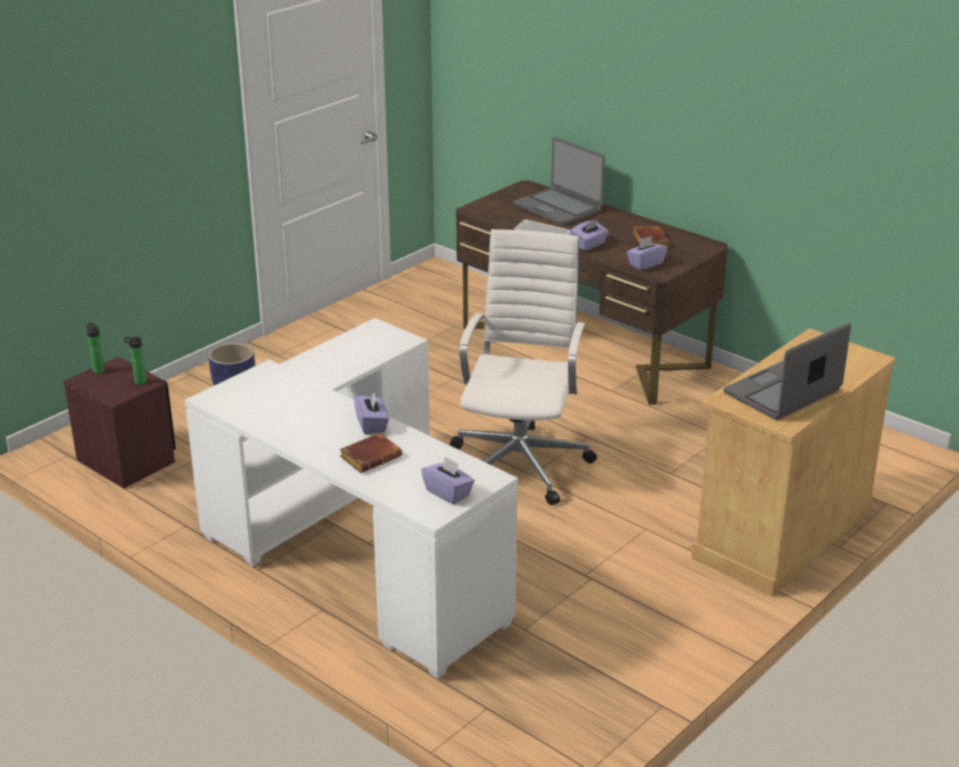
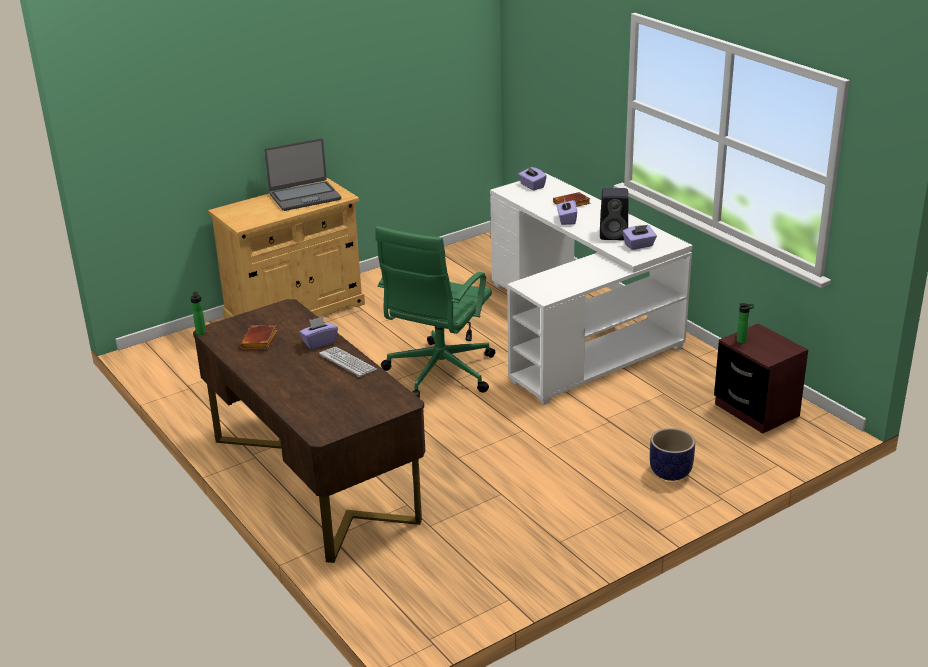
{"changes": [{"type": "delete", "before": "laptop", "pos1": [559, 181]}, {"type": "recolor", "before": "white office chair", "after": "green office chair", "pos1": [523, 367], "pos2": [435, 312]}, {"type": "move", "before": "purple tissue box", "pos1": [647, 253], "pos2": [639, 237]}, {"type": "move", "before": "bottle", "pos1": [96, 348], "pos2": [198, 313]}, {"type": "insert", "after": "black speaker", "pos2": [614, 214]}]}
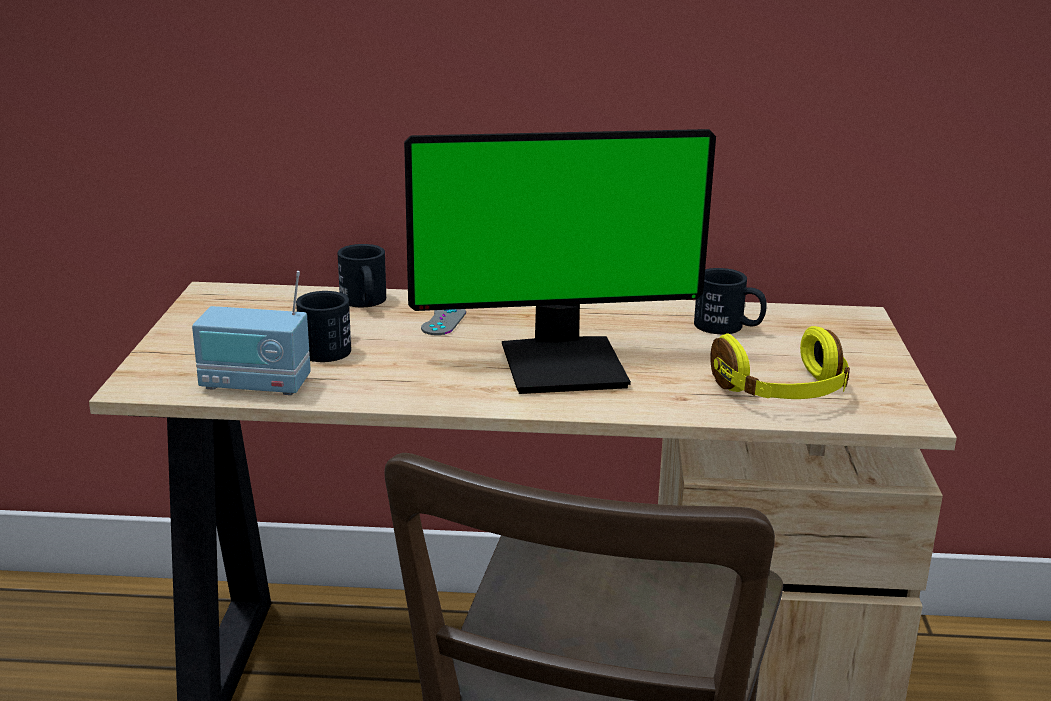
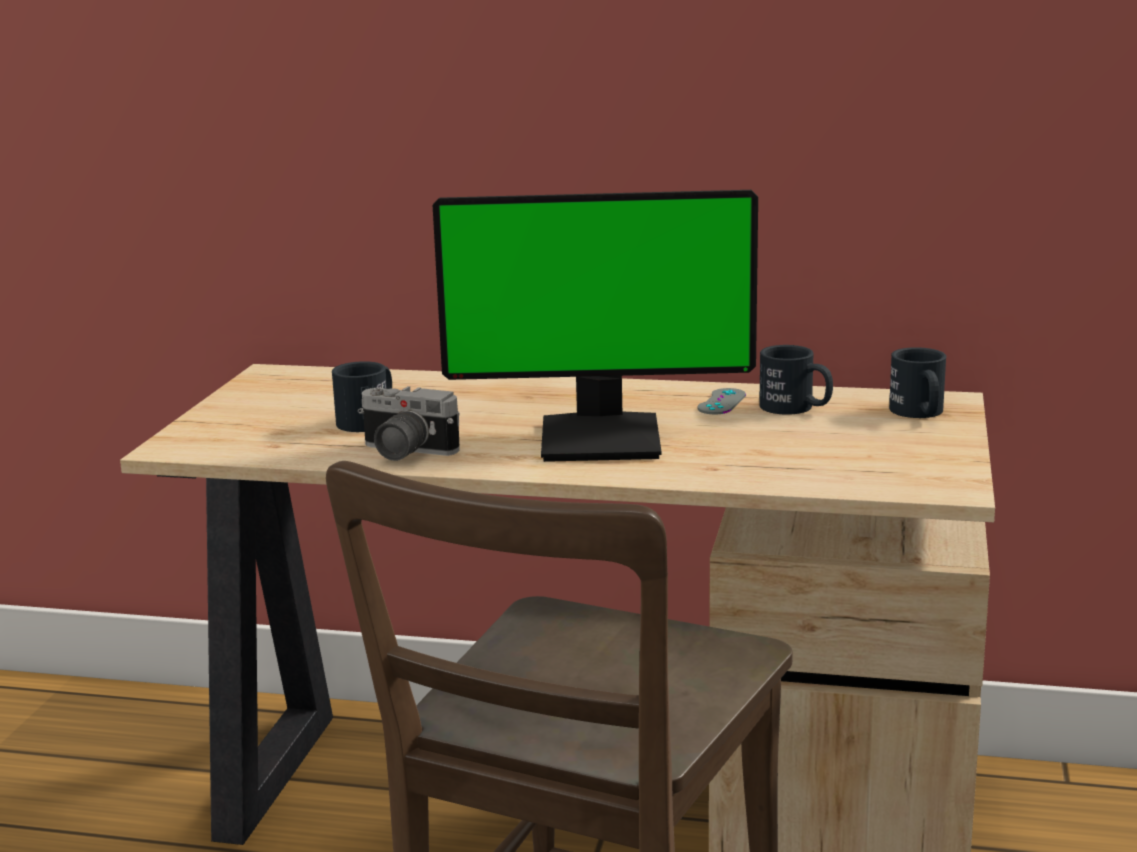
{"changes": [{"type": "move", "before": "black mug", "pos1": [361, 275], "pos2": [917, 382]}, {"type": "delete", "before": "radio", "pos1": [251, 333]}, {"type": "move", "before": "grey game controller", "pos1": [443, 322], "pos2": [721, 401]}, {"type": "delete", "before": "yellow headphones", "pos1": [780, 362]}, {"type": "insert", "after": "photo camera", "pos2": [409, 423]}]}
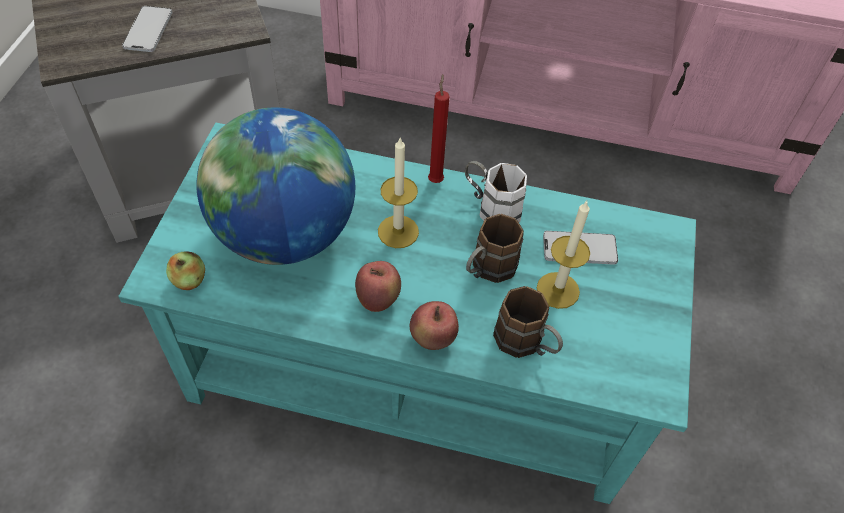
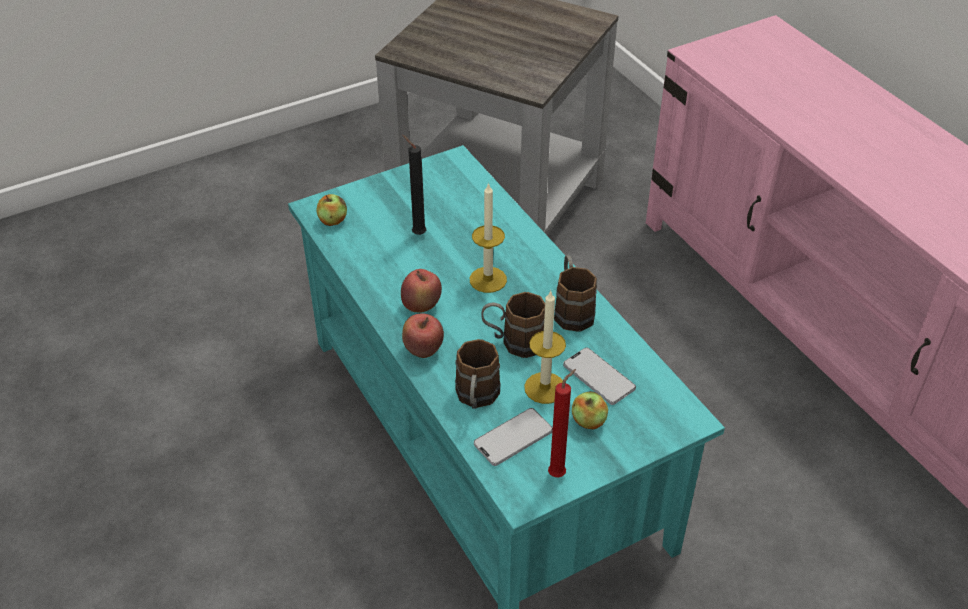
{"changes": [{"type": "move", "before": "phone", "pos1": [147, 29], "pos2": [513, 437]}, {"type": "move", "before": "red candle", "pos1": [439, 128], "pos2": [562, 423]}, {"type": "replace", "before": "globe", "after": "black candle", "pos1": [276, 186], "pos2": [414, 185]}, {"type": "recolor", "before": "white mug", "after": "brown mug", "pos1": [496, 192], "pos2": [575, 293]}, {"type": "insert", "after": "apple", "pos2": [590, 410]}]}
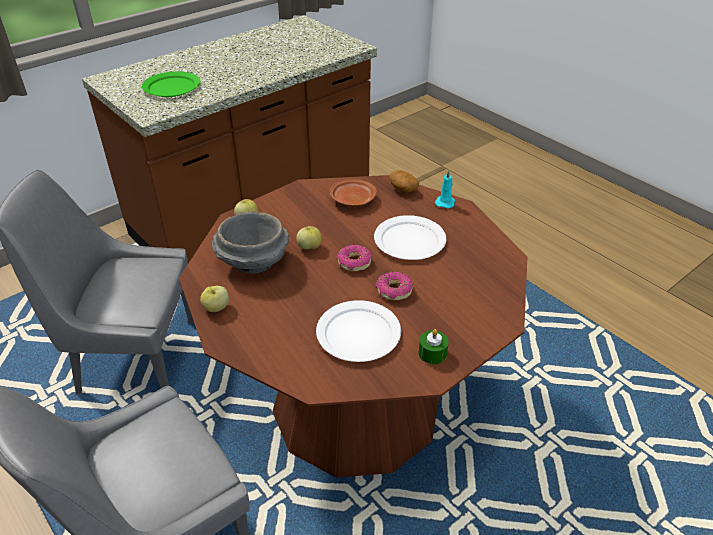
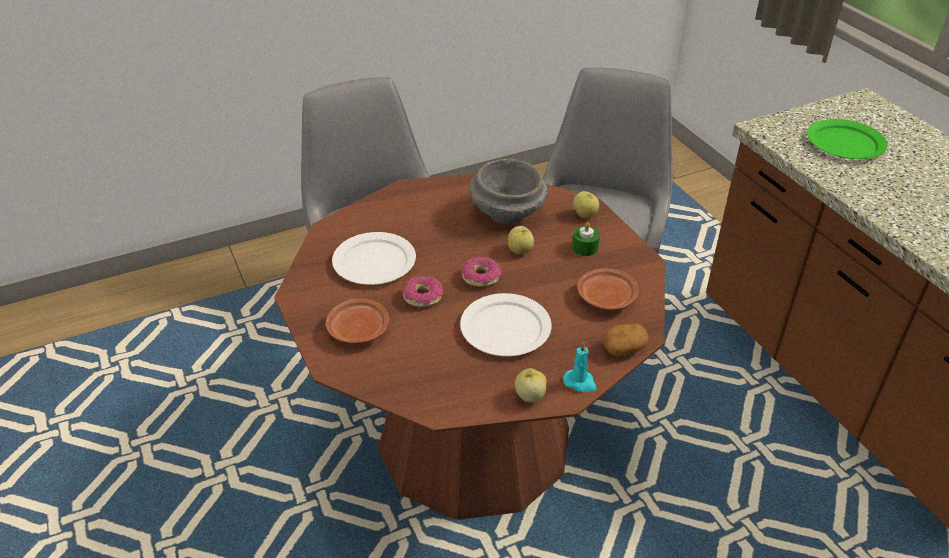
{"changes": [{"type": "move", "before": "apple", "pos1": [214, 299], "pos2": [531, 385]}, {"type": "move", "before": "green candle", "pos1": [434, 346], "pos2": [586, 239]}, {"type": "insert", "after": "brown plate", "pos2": [357, 320]}]}
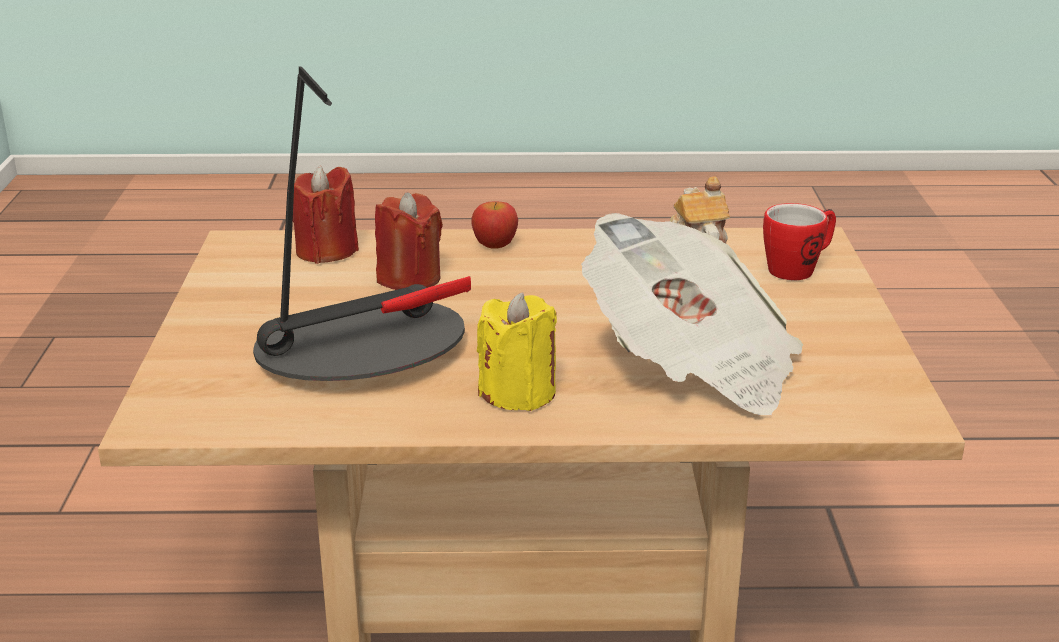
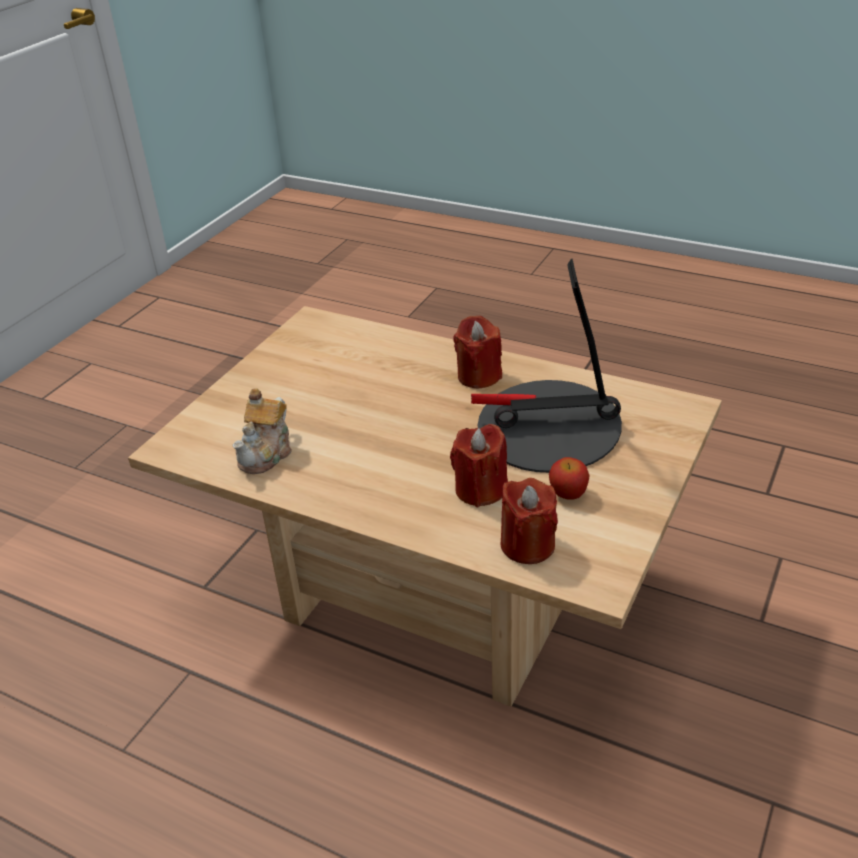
{"changes": [{"type": "move", "before": "apple", "pos1": [494, 225], "pos2": [569, 478]}, {"type": "delete", "before": "mug", "pos1": [799, 241]}, {"type": "delete", "before": "newspaper", "pos1": [692, 314]}, {"type": "recolor", "before": "yellow candle", "after": "red candle", "pos1": [517, 351], "pos2": [477, 352]}]}
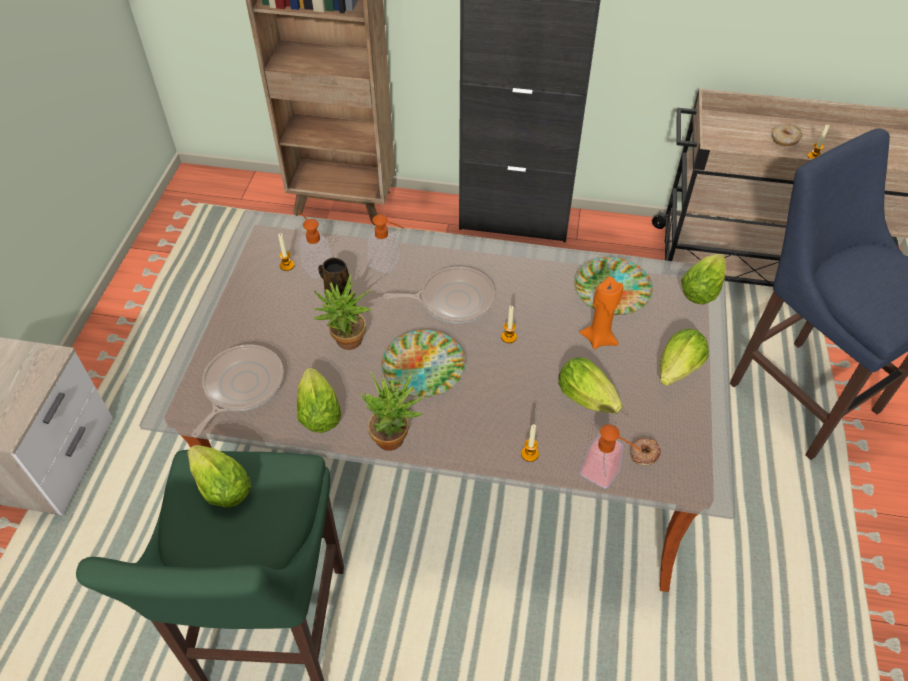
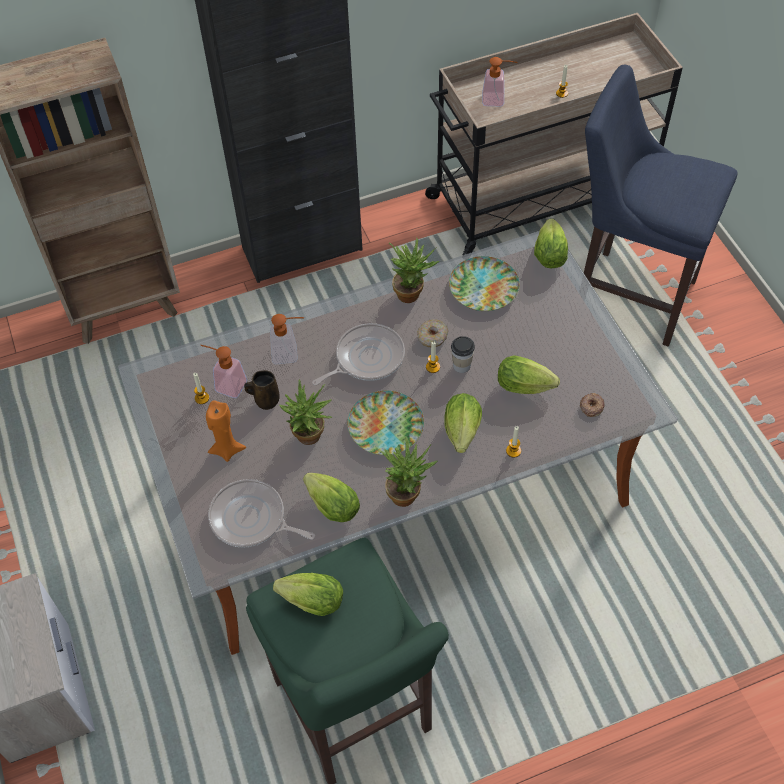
{"changes": [{"type": "move", "before": "donut", "pos1": [787, 135], "pos2": [432, 333]}, {"type": "move", "before": "orange candle", "pos1": [601, 313], "pos2": [226, 431]}, {"type": "move", "before": "lettuce", "pos1": [684, 357], "pos2": [463, 423]}, {"type": "rotate", "before": "frying pan", "pos1": [238, 390], "pos2": [261, 513], "turn": -60}, {"type": "move", "before": "soap dispenser", "pos1": [610, 457], "pos2": [499, 81]}, {"type": "insert", "after": "potted plant", "pos2": [414, 270]}, {"type": "insert", "after": "cup", "pos2": [463, 354]}]}
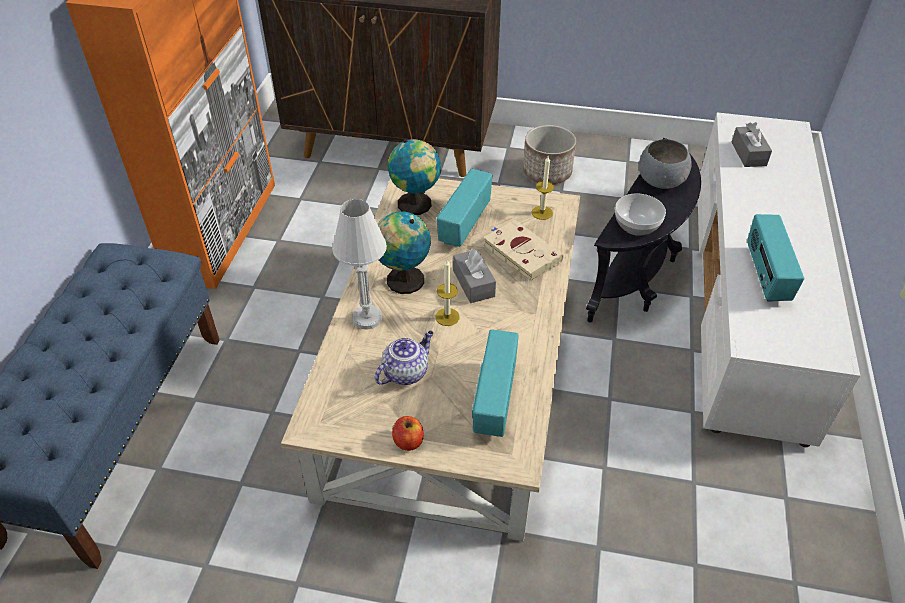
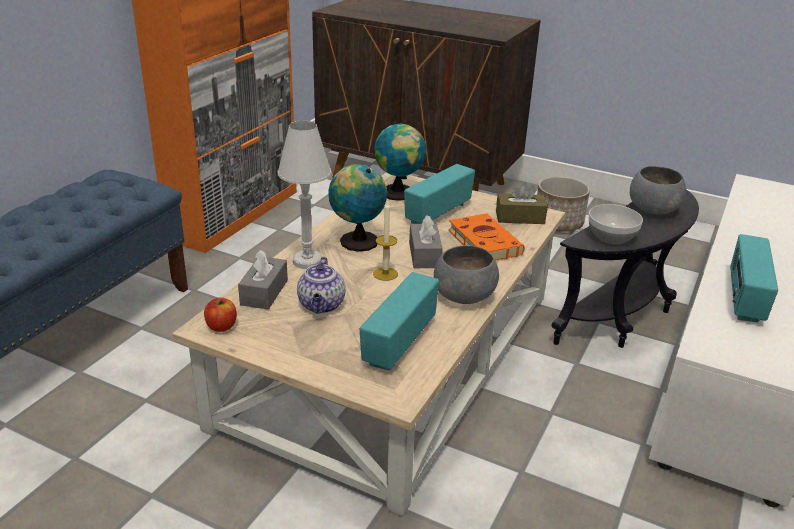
{"changes": [{"type": "move", "before": "grey tissue box", "pos1": [752, 144], "pos2": [263, 280]}, {"type": "replace", "before": "candle", "after": "brown tissue box", "pos1": [543, 188], "pos2": [522, 203]}, {"type": "recolor", "before": "beige book", "after": "orange book", "pos1": [523, 251], "pos2": [486, 237]}, {"type": "rotate", "before": "teapot", "pos1": [404, 358], "pos2": [321, 285], "turn": 120}, {"type": "move", "before": "apple", "pos1": [408, 433], "pos2": [220, 314]}, {"type": "insert", "after": "grey bowl", "pos2": [466, 274]}]}
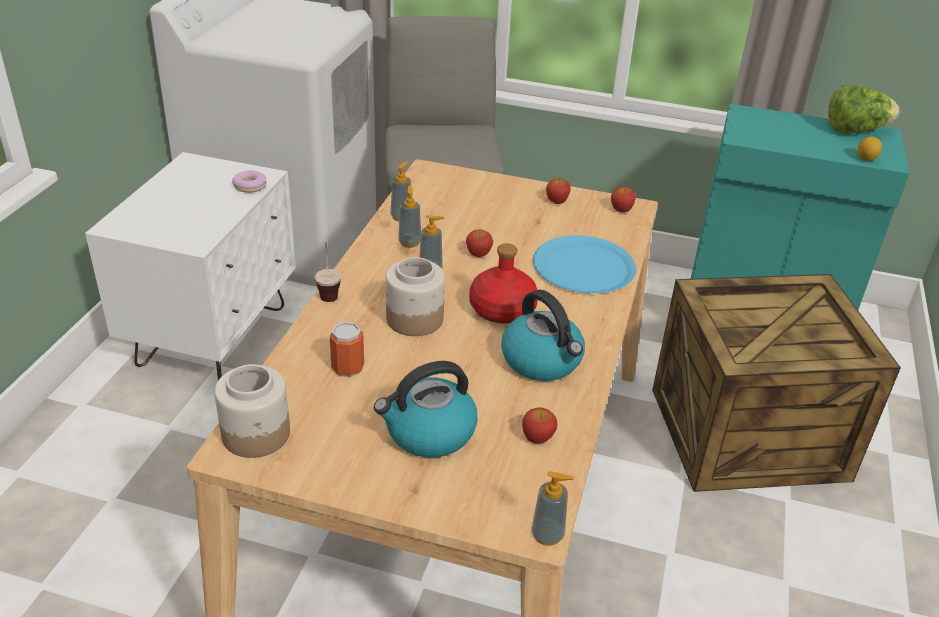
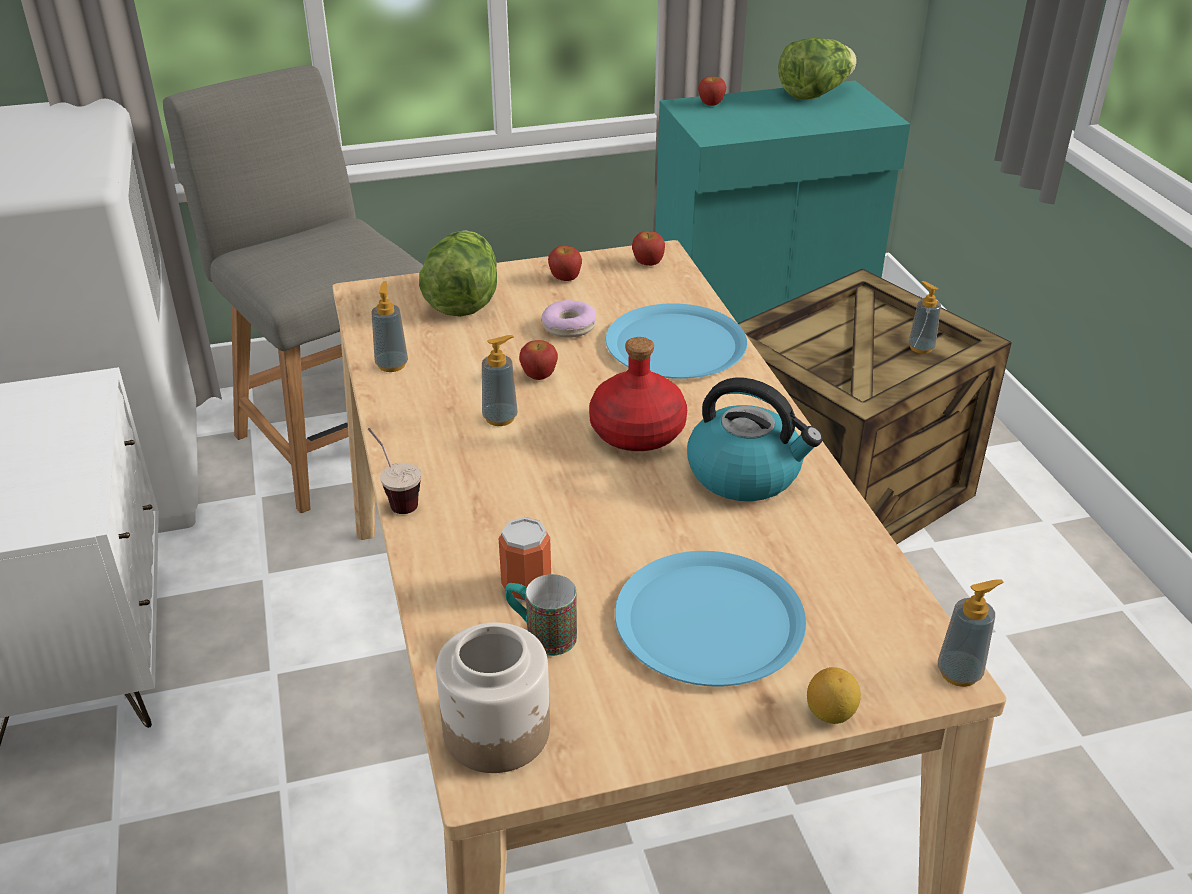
{"changes": [{"type": "move", "before": "lemon", "pos1": [869, 149], "pos2": [834, 695]}, {"type": "move", "before": "donut", "pos1": [249, 181], "pos2": [568, 318]}, {"type": "move", "before": "soap dispenser", "pos1": [409, 216], "pos2": [924, 317]}, {"type": "delete", "before": "jar", "pos1": [415, 296]}, {"type": "replace", "before": "kettle", "after": "blue plate", "pos1": [426, 409], "pos2": [710, 619]}, {"type": "move", "before": "apple", "pos1": [539, 425], "pos2": [712, 91]}, {"type": "insert", "after": "lettuce", "pos2": [458, 273]}, {"type": "insert", "after": "mug", "pos2": [541, 615]}]}
